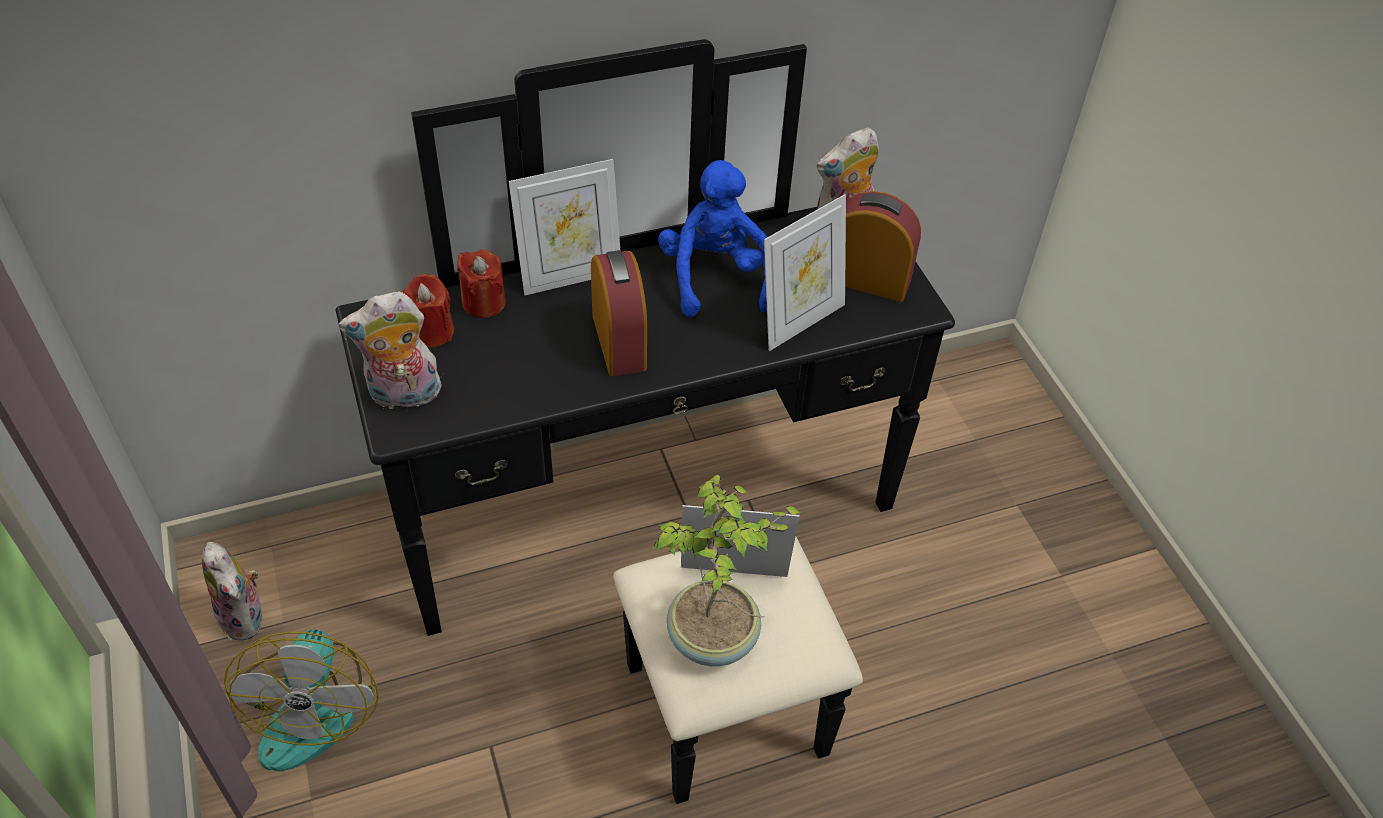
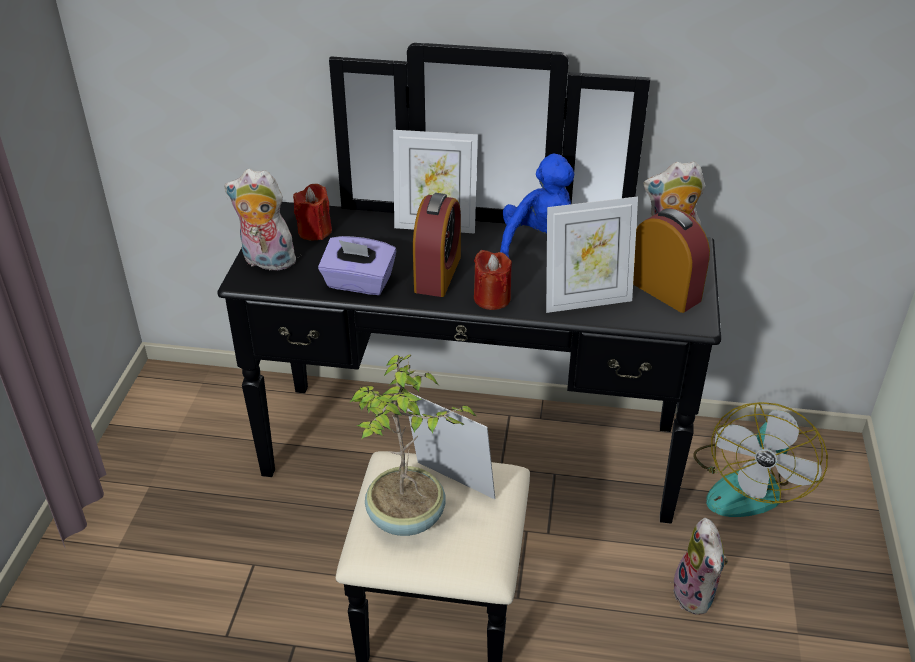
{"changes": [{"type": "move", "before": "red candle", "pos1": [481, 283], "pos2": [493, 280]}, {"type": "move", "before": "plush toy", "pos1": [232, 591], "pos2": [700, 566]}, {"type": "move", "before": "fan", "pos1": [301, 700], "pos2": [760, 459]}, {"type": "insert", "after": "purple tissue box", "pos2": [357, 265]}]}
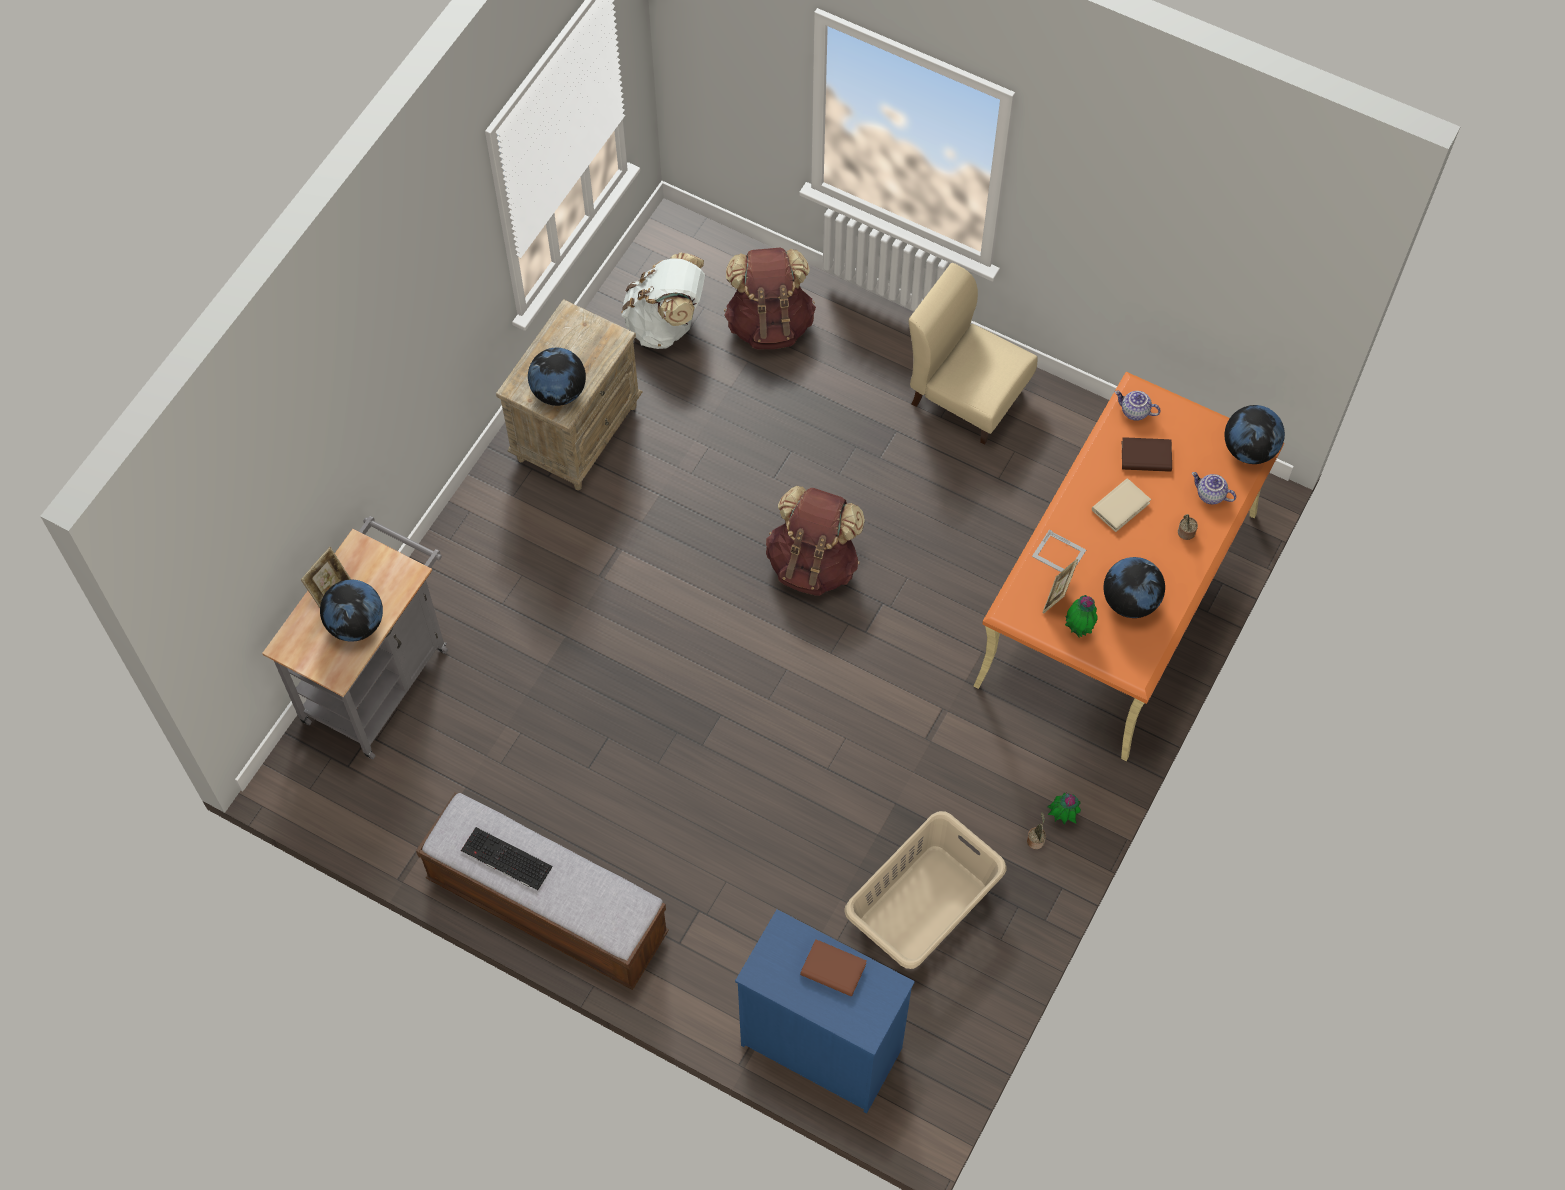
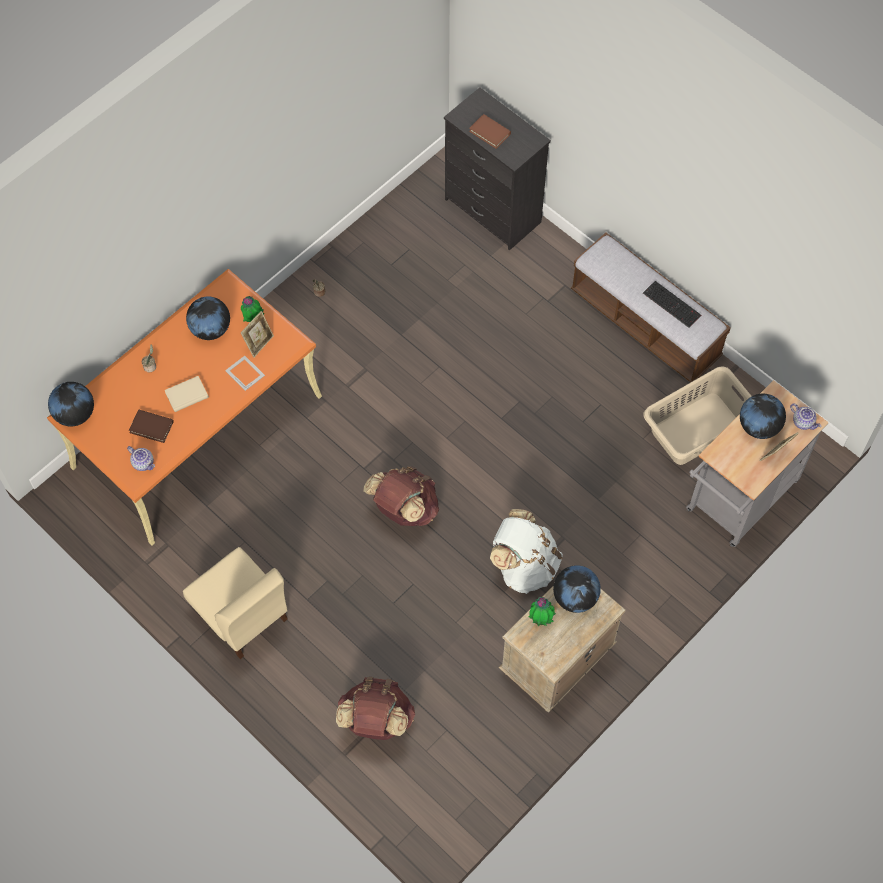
{"changes": [{"type": "move", "before": "white backpack", "pos1": [663, 301], "pos2": [526, 551]}, {"type": "move", "before": "teapot", "pos1": [1214, 488], "pos2": [805, 416]}, {"type": "move", "before": "potted plant", "pos1": [1064, 808], "pos2": [542, 611]}, {"type": "move", "before": "beige laundry basket", "pos1": [925, 890], "pos2": [697, 415]}, {"type": "recolor", "before": "blue dresser", "after": "black dresser", "pos1": [825, 1011], "pos2": [497, 169]}]}
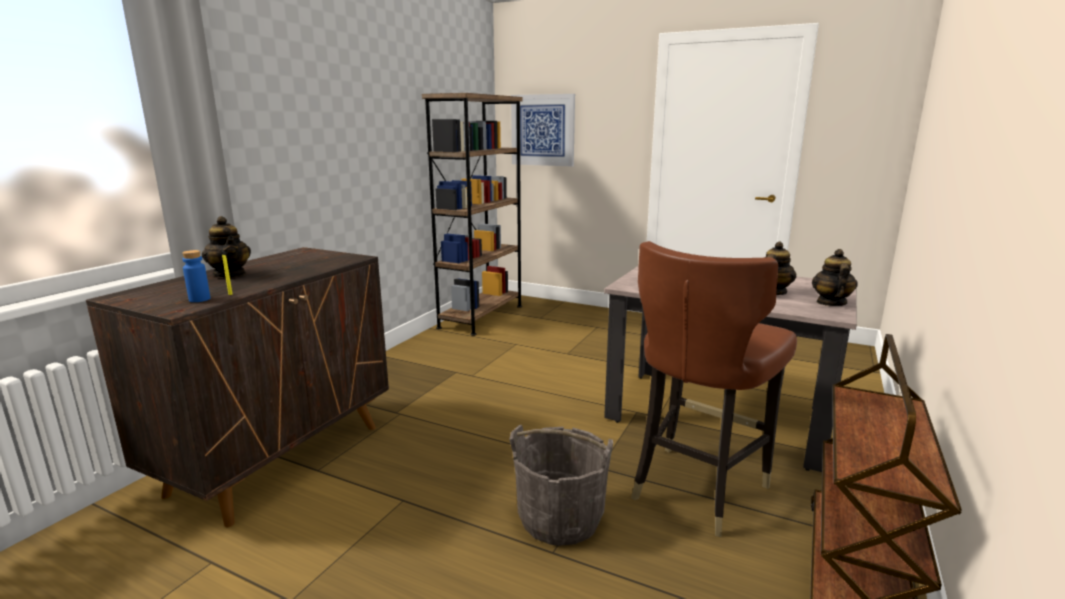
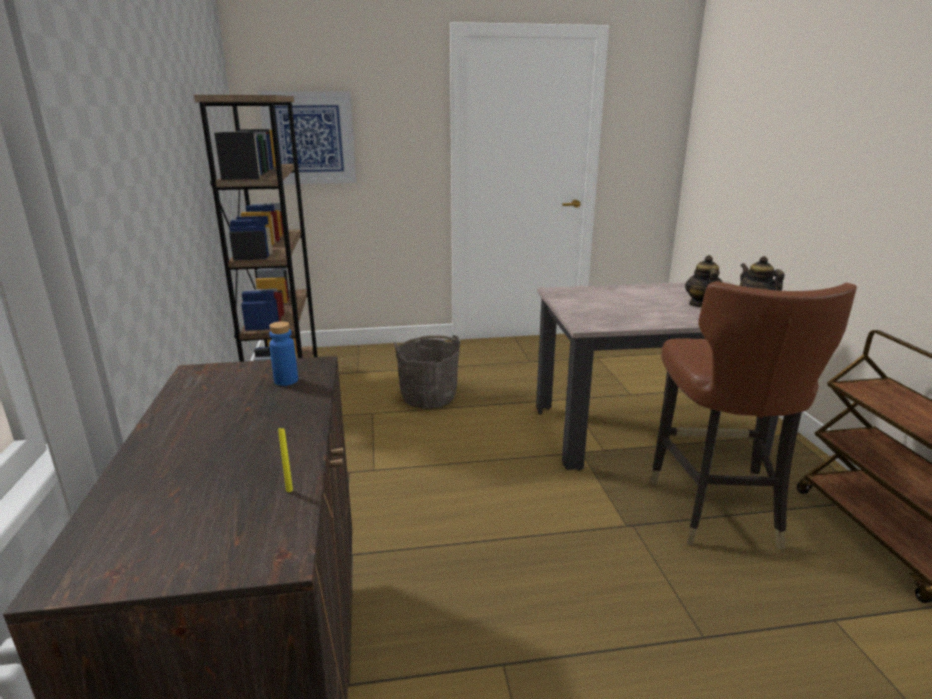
{"changes": [{"type": "delete", "before": "teapot", "pos1": [226, 246]}, {"type": "move", "before": "blue bottle", "pos1": [196, 276], "pos2": [283, 353]}, {"type": "move", "before": "grey bucket", "pos1": [561, 485], "pos2": [426, 372]}]}
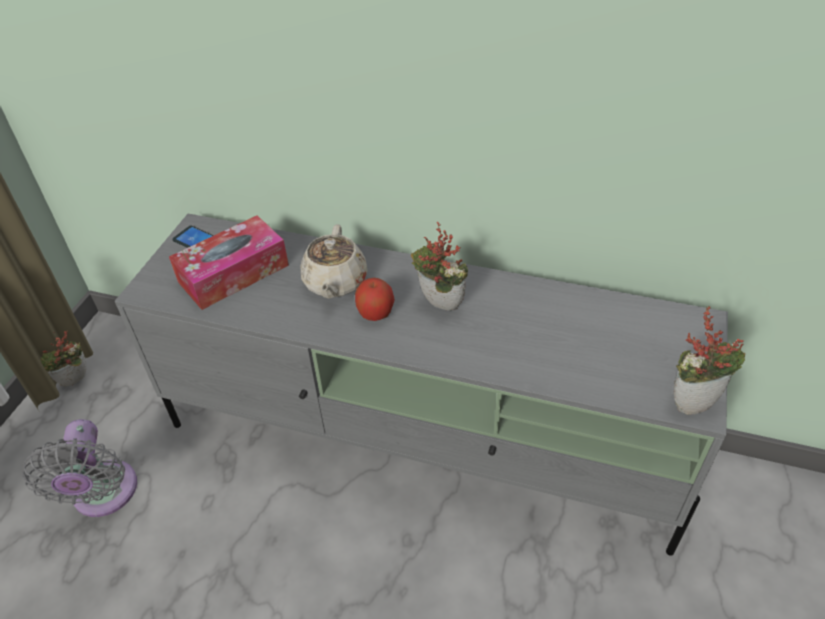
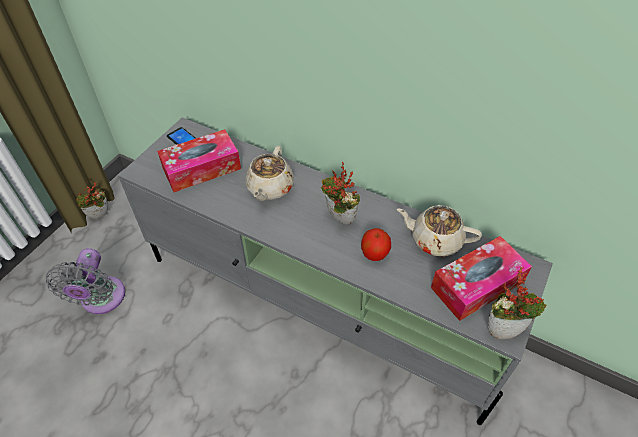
{"changes": [{"type": "move", "before": "apple", "pos1": [375, 299], "pos2": [376, 244]}, {"type": "insert", "after": "beige teapot", "pos2": [439, 231]}, {"type": "insert", "after": "tissue box", "pos2": [481, 278]}]}
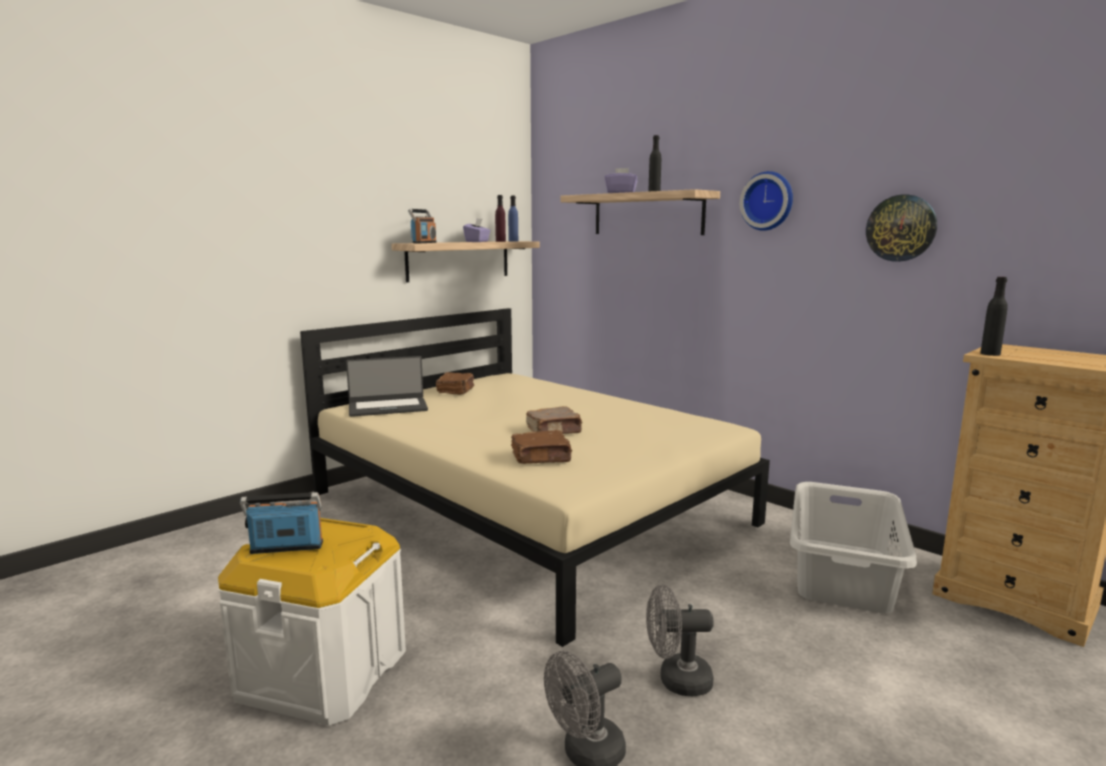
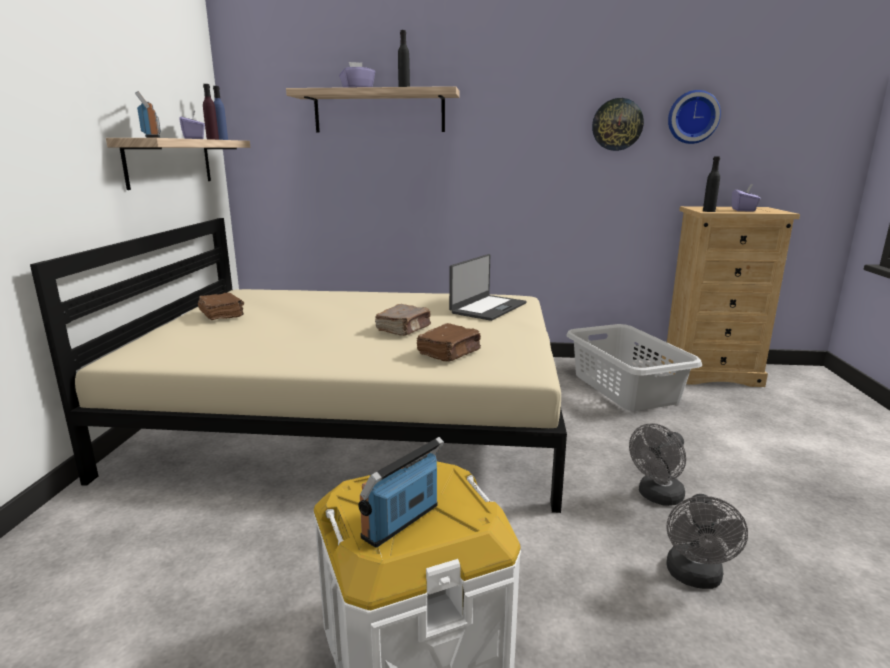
{"changes": [{"type": "move", "before": "wall clock", "pos1": [766, 201], "pos2": [694, 117]}, {"type": "move", "before": "laptop", "pos1": [387, 386], "pos2": [488, 287]}, {"type": "insert", "after": "purple tissue box", "pos2": [746, 198]}]}
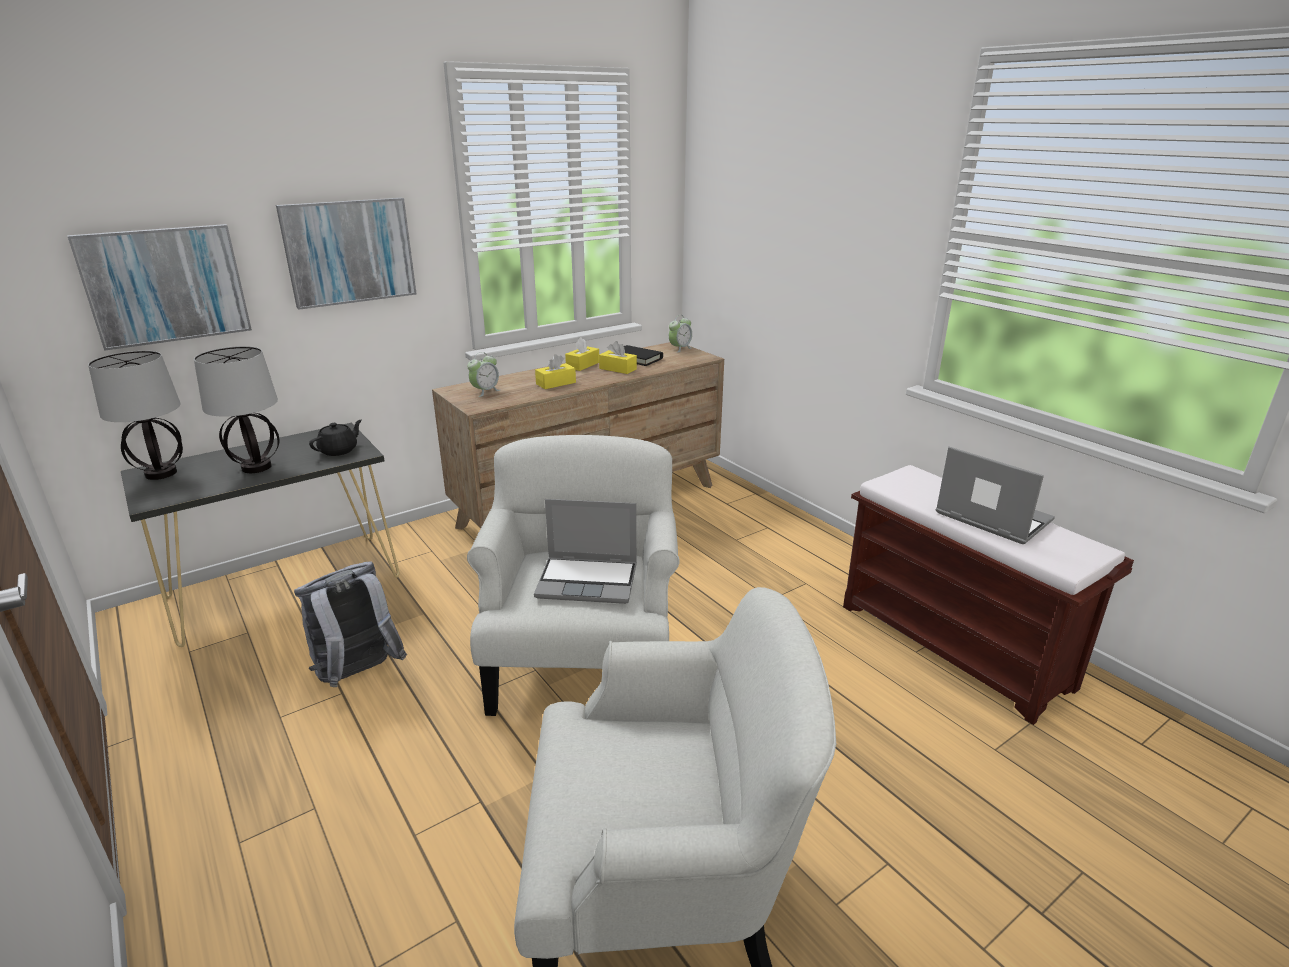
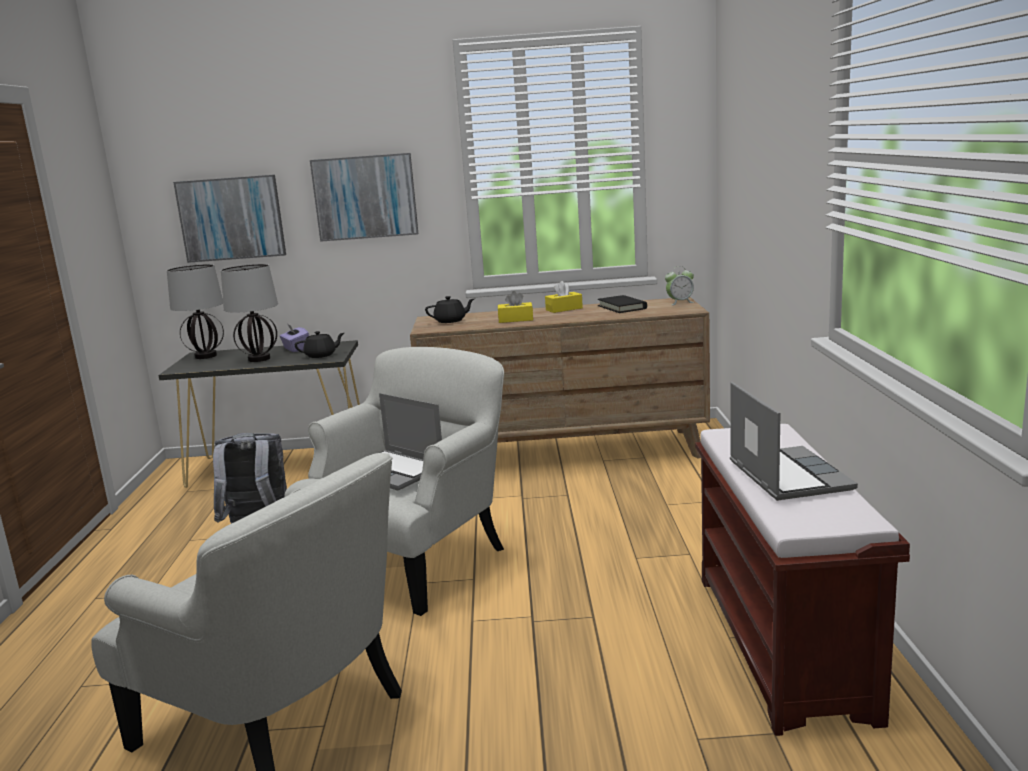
{"changes": [{"type": "delete", "before": "yellow tissue box", "pos1": [618, 357]}, {"type": "replace", "before": "alarm clock", "after": "black teapot", "pos1": [483, 374], "pos2": [449, 309]}, {"type": "insert", "after": "purple tissue box", "pos2": [294, 338]}]}
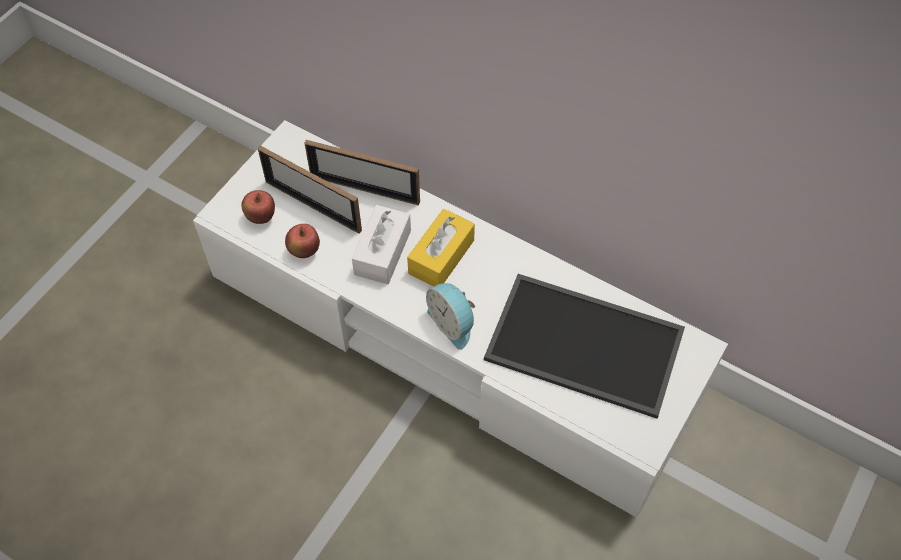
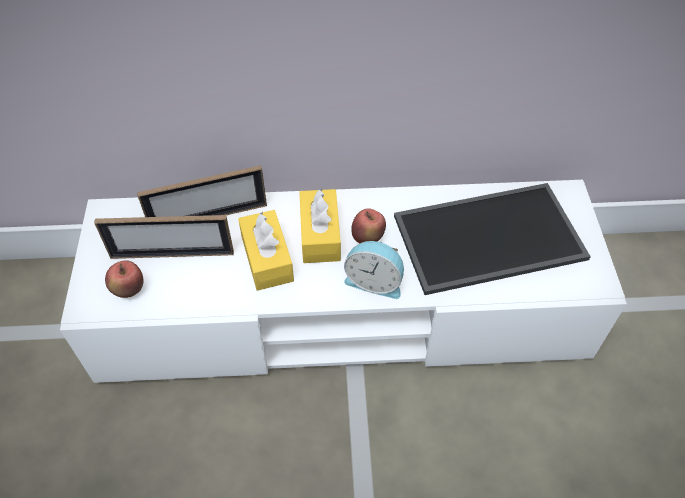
{"changes": [{"type": "recolor", "before": "white tissue box", "after": "yellow tissue box", "pos1": [381, 244], "pos2": [266, 250]}, {"type": "move", "before": "apple", "pos1": [302, 241], "pos2": [368, 225]}]}
